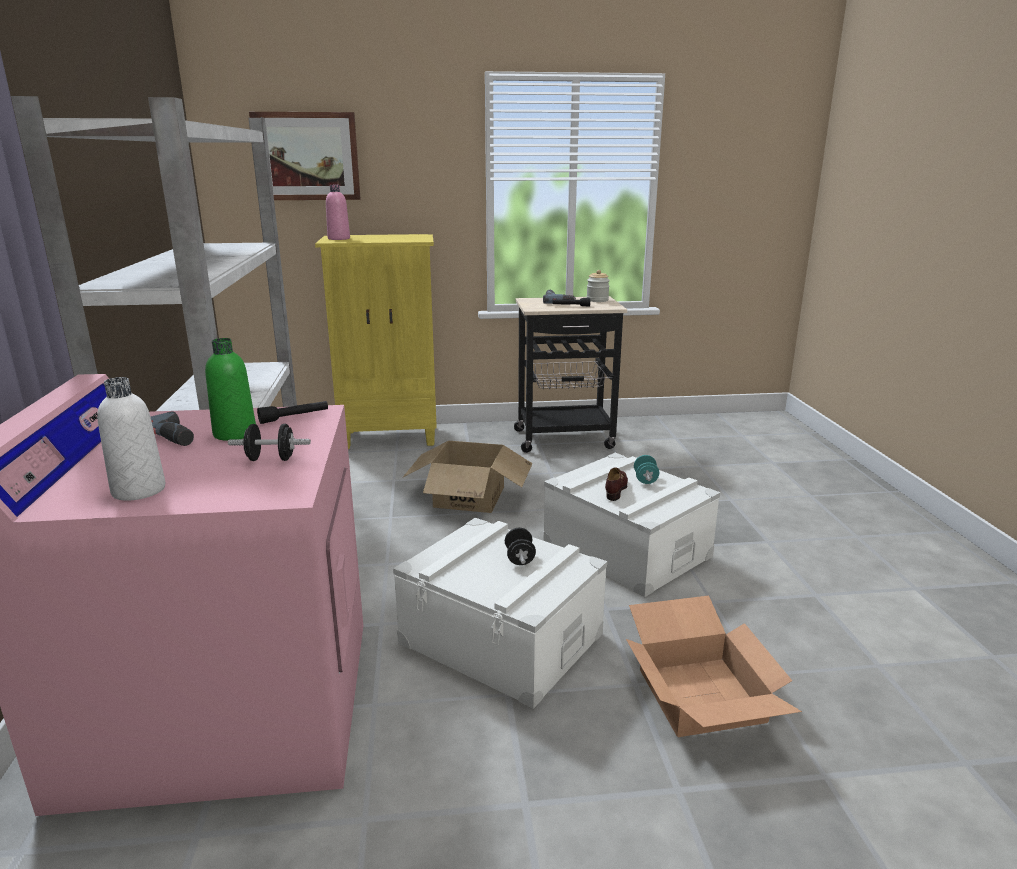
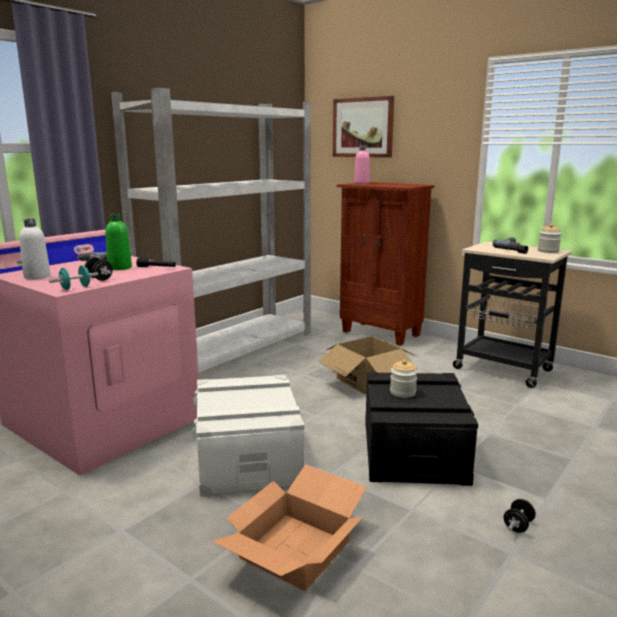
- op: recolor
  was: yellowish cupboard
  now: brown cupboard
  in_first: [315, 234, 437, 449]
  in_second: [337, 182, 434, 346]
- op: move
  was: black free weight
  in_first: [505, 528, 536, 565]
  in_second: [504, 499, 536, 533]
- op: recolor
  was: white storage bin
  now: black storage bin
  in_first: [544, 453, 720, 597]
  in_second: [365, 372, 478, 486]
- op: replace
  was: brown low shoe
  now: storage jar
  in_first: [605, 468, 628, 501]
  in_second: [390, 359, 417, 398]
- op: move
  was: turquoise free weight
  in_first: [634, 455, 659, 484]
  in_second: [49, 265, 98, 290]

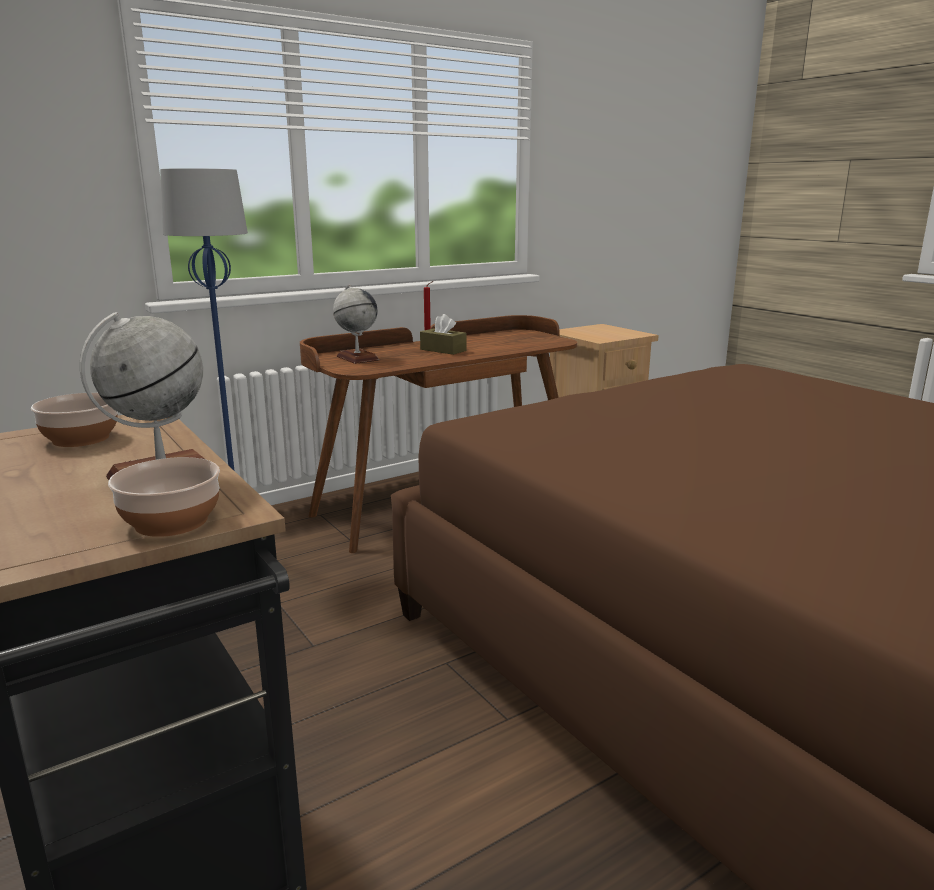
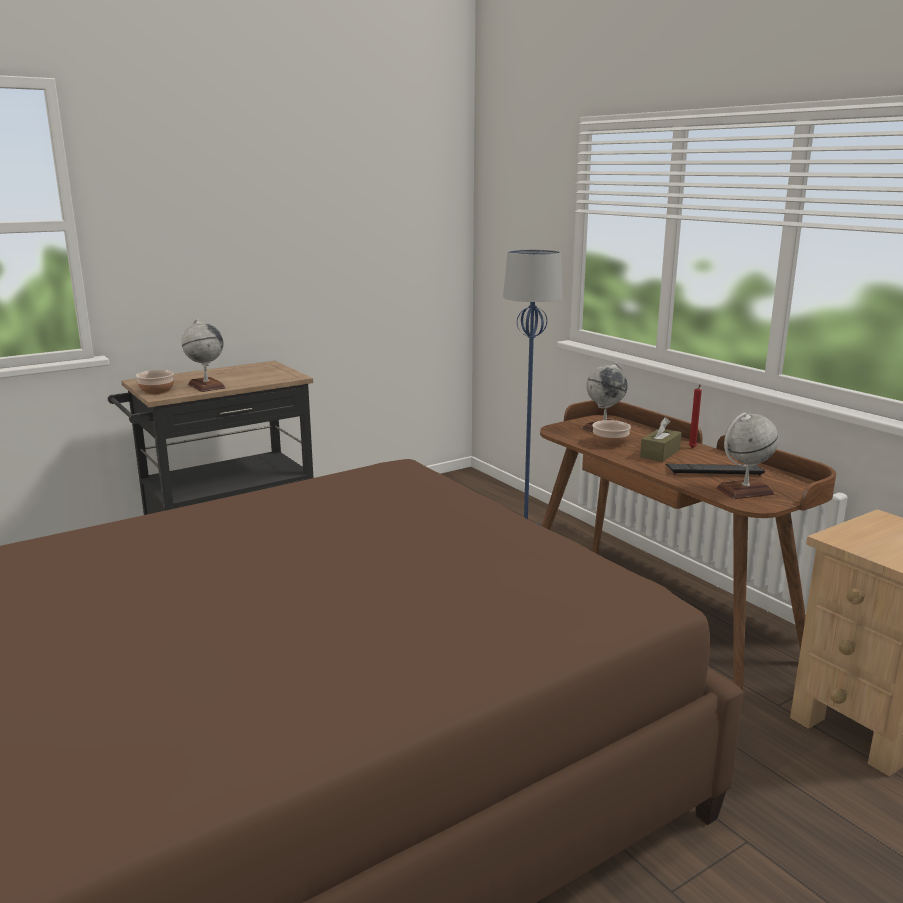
- op: move
  was: serving bowl
  in_first: [31, 393, 118, 447]
  in_second: [592, 420, 631, 447]
- op: insert
  now: computer keyboard
  in_second: [665, 464, 765, 476]
- op: insert
  now: desk globe
  in_second: [716, 412, 779, 499]

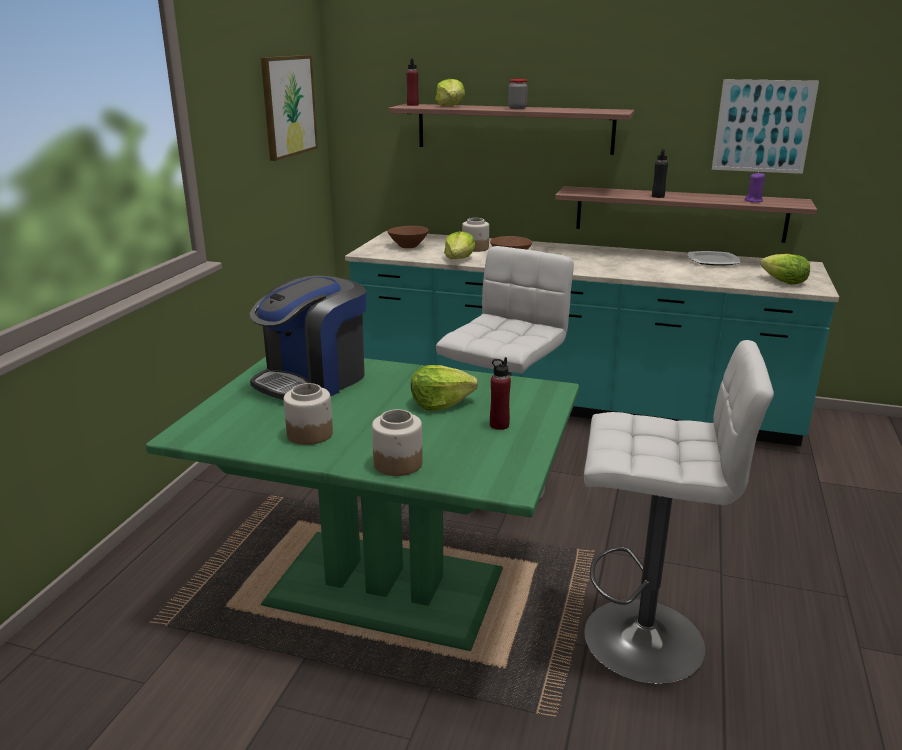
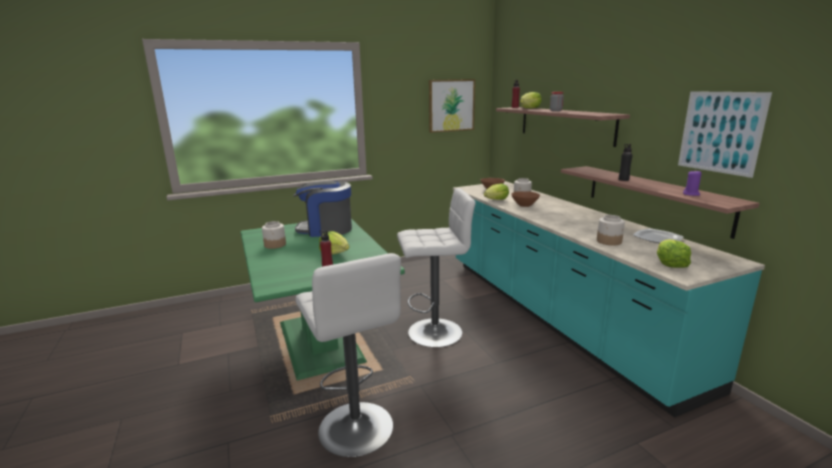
- op: move
  was: storage jar
  in_first: [372, 409, 423, 476]
  in_second: [597, 215, 625, 246]

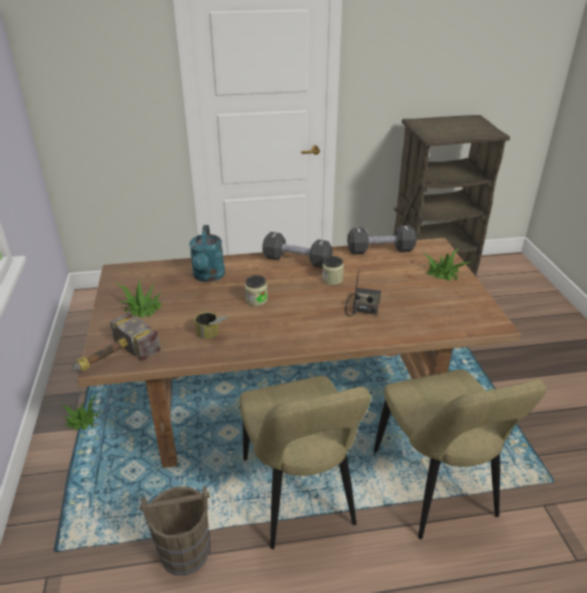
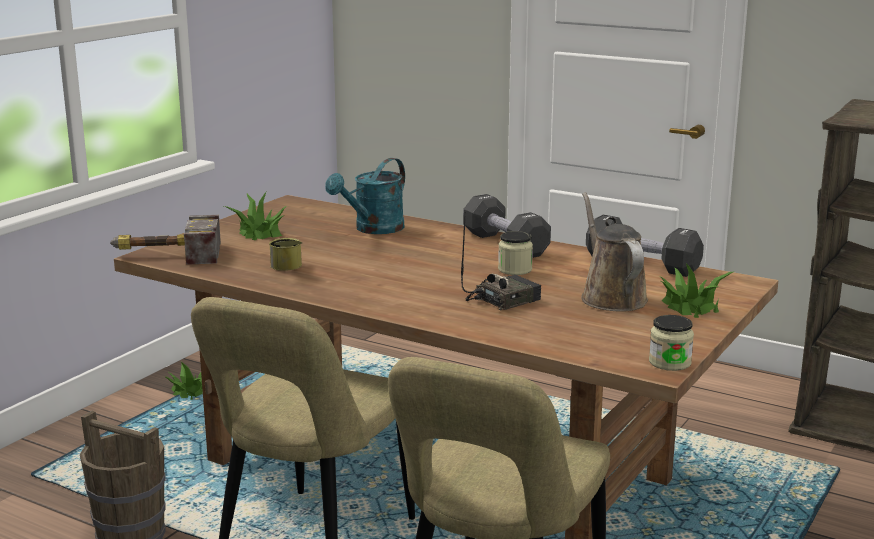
- op: move
  was: storage jar
  in_first: [245, 275, 268, 306]
  in_second: [649, 315, 694, 371]
- op: insert
  now: brown watering can
  in_second: [581, 192, 648, 312]

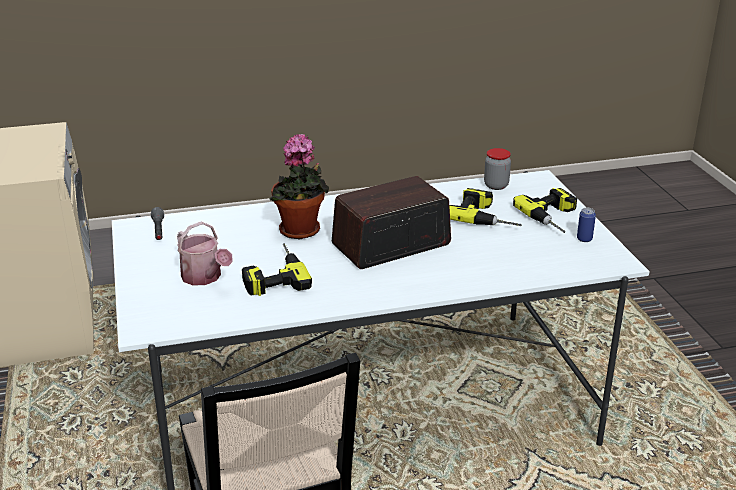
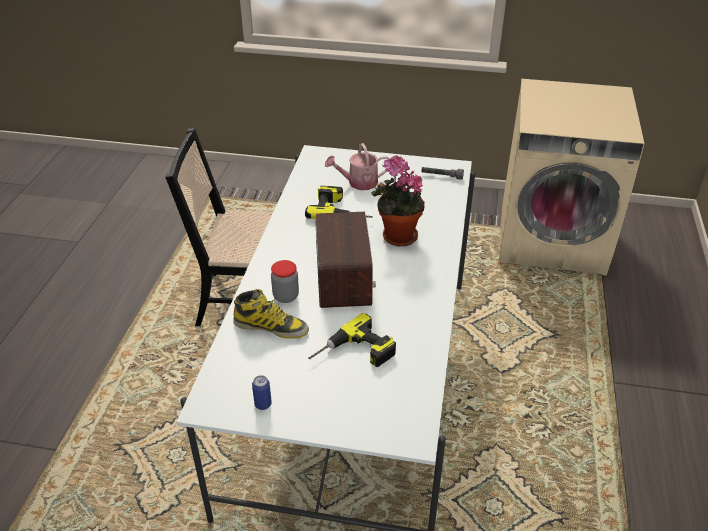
- op: move
  was: storage jar
  in_first: [484, 148, 511, 190]
  in_second: [271, 260, 299, 303]
- op: delete
  was: drill
  in_first: [513, 188, 577, 233]
- op: insert
  now: tall boot
  in_second: [234, 289, 309, 338]

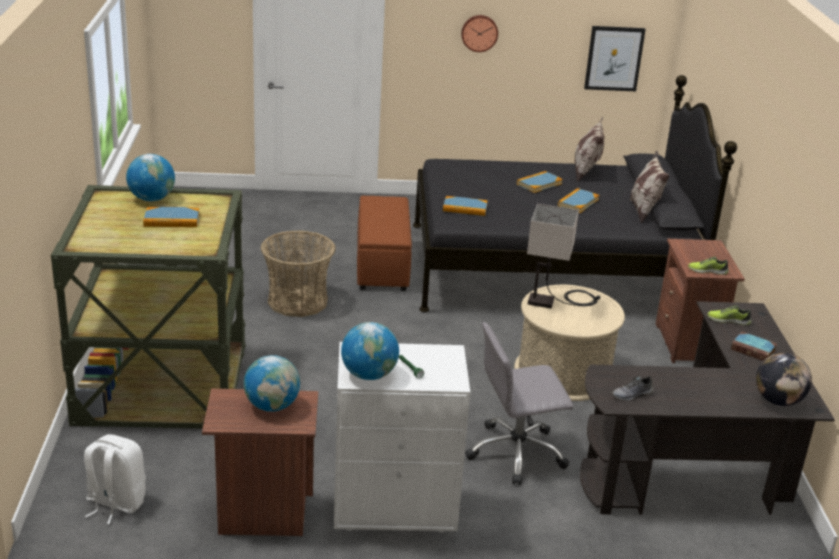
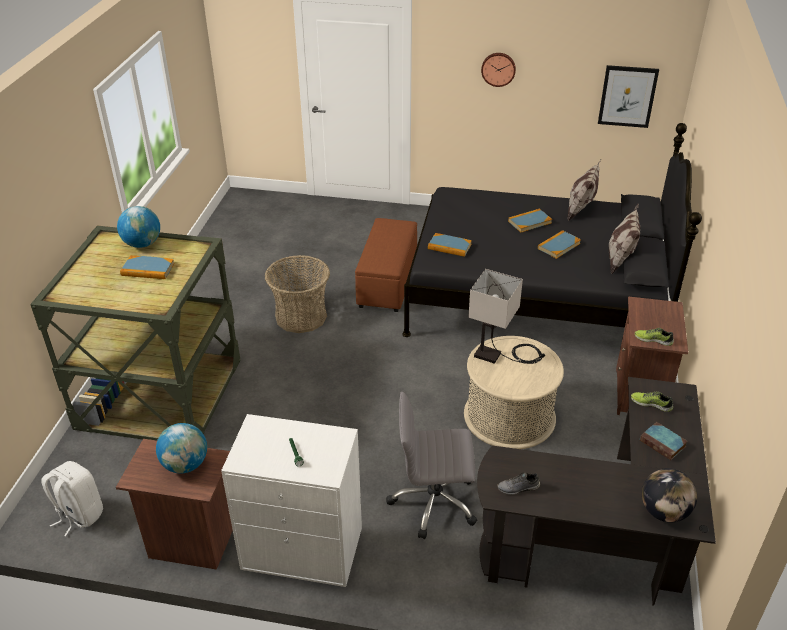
- op: delete
  was: desk globe
  in_first: [341, 322, 399, 380]

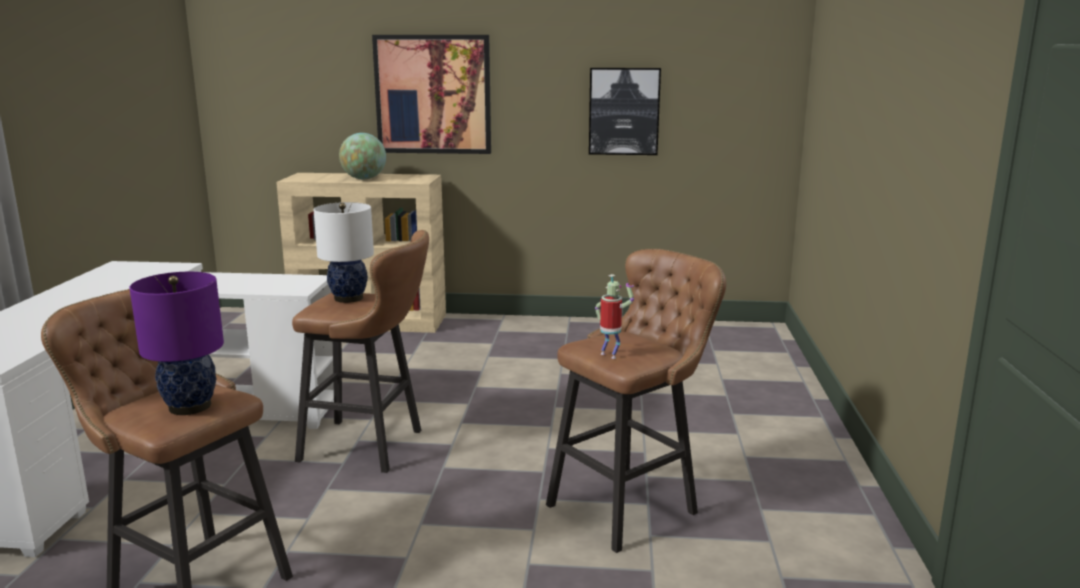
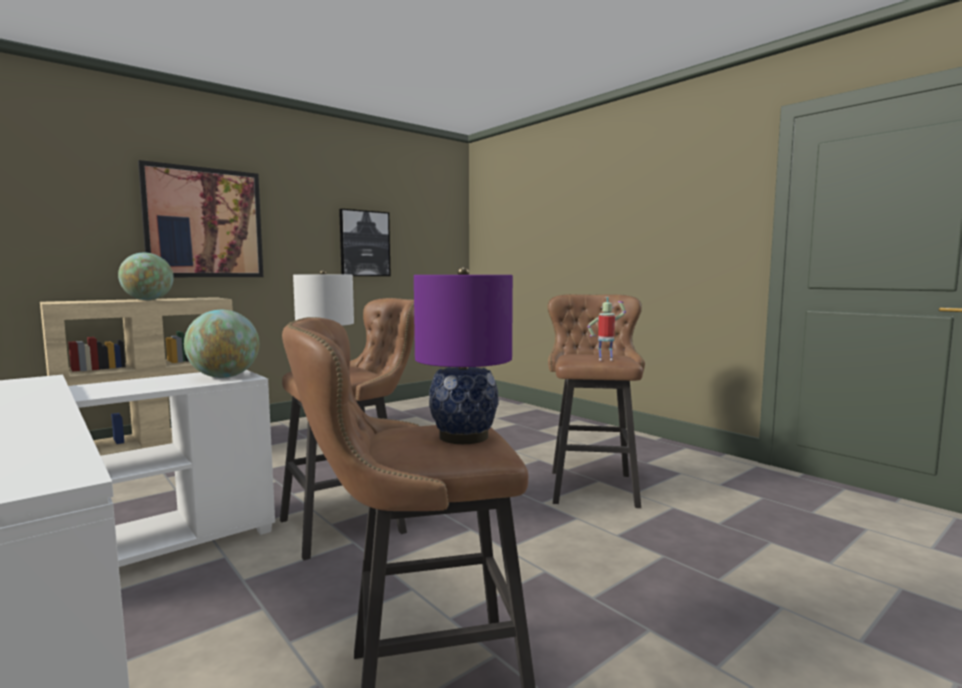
- op: insert
  now: desk globe
  in_second: [184, 310, 259, 378]

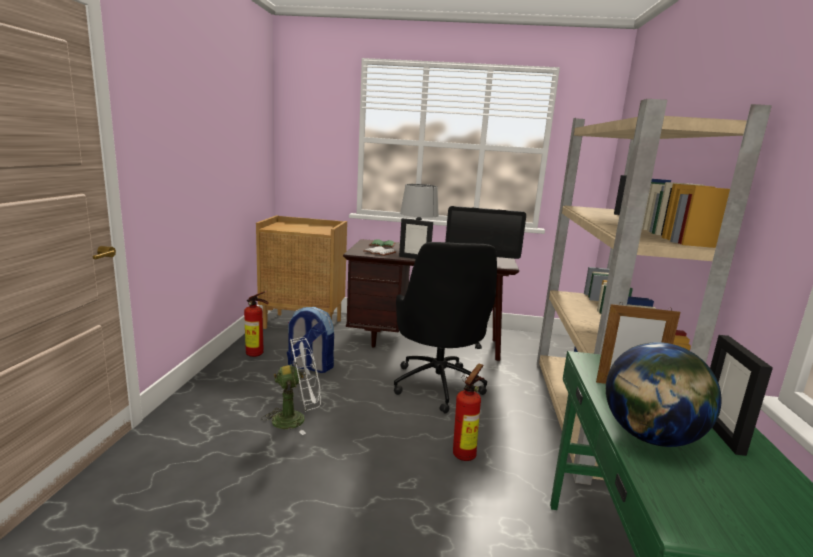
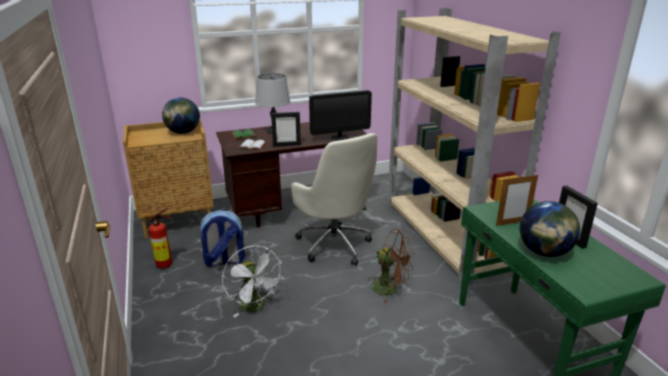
- op: rotate
  was: white cooling fan
  in_first: [261, 337, 321, 435]
  in_second: [222, 246, 283, 317]
  clockwise: 105
- op: recolor
  was: black desk chair
  now: beige-coloured desk chair
  in_first: [394, 242, 497, 414]
  in_second: [291, 133, 377, 265]
- op: replace
  was: extinguisher
  now: brown cooling fan
  in_first: [453, 363, 484, 461]
  in_second: [369, 229, 414, 303]
- op: insert
  now: desk globe
  in_second: [162, 97, 200, 134]

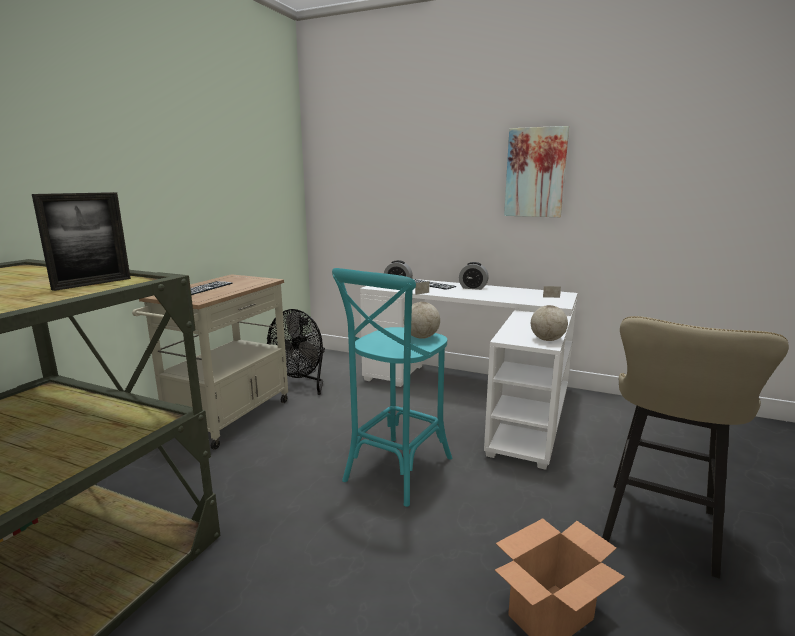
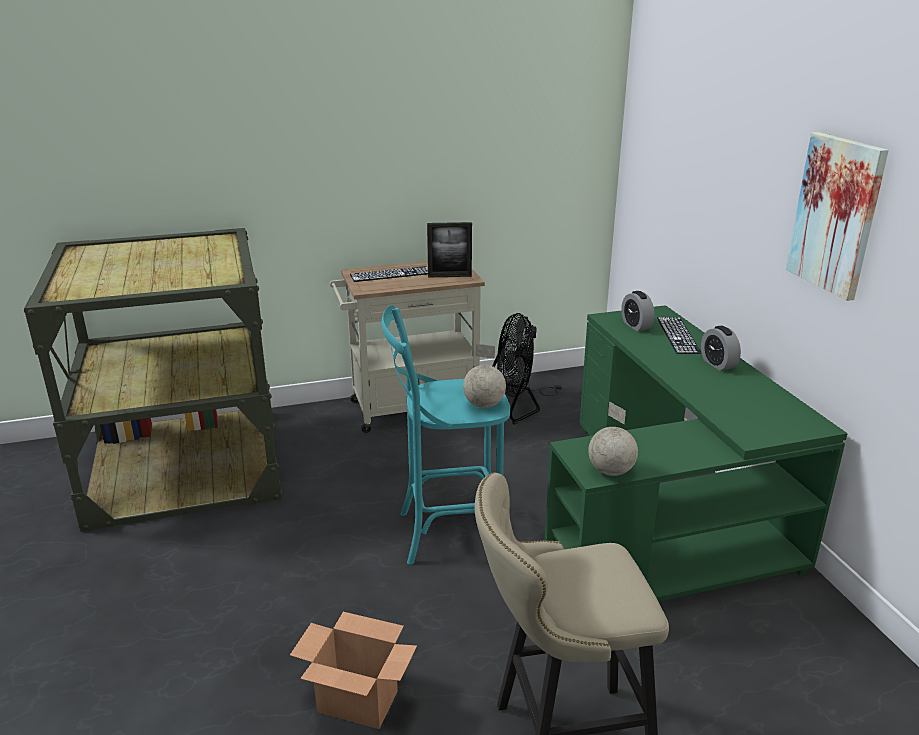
- op: move
  was: photo frame
  in_first: [32, 192, 131, 291]
  in_second: [427, 222, 472, 278]
- op: recolor
  was: white desk
  now: green-coloured desk
  in_first: [360, 279, 578, 470]
  in_second: [545, 305, 848, 602]

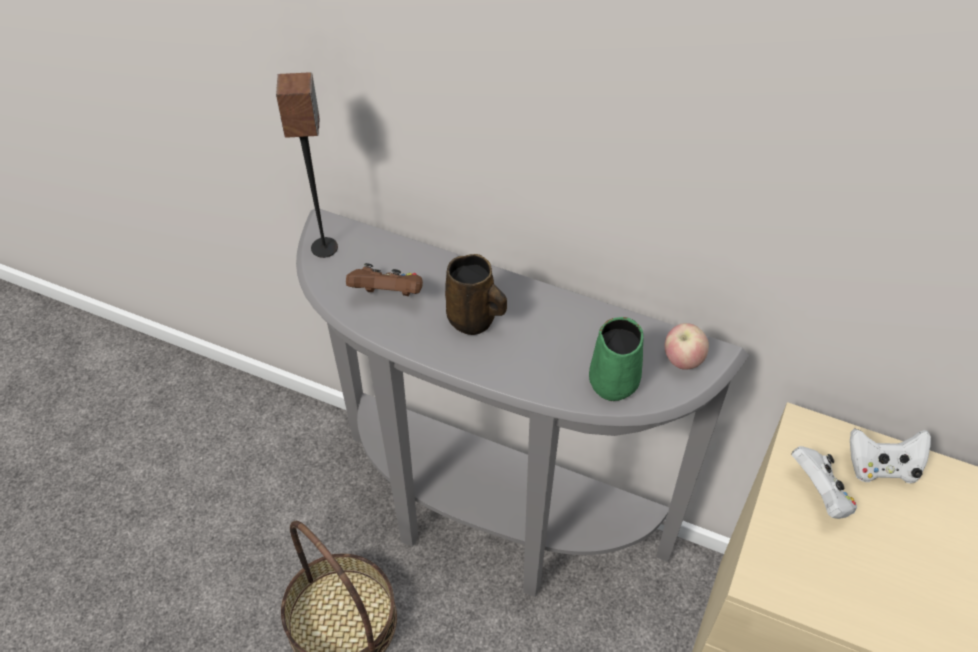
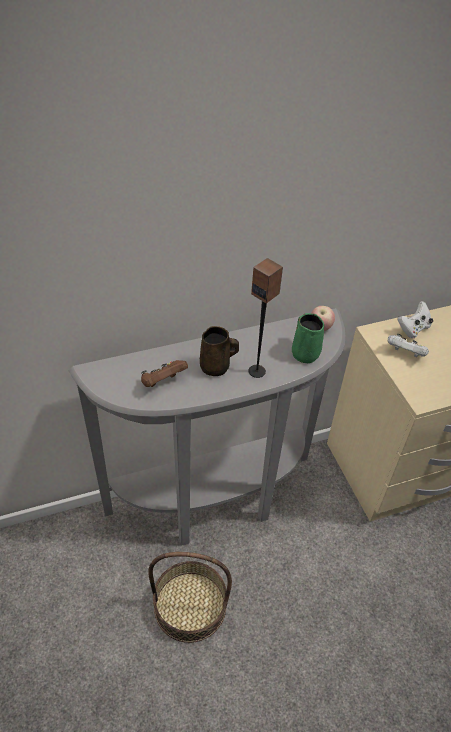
- op: move
  was: audio speaker
  in_first: [276, 72, 338, 258]
  in_second: [249, 258, 283, 378]

